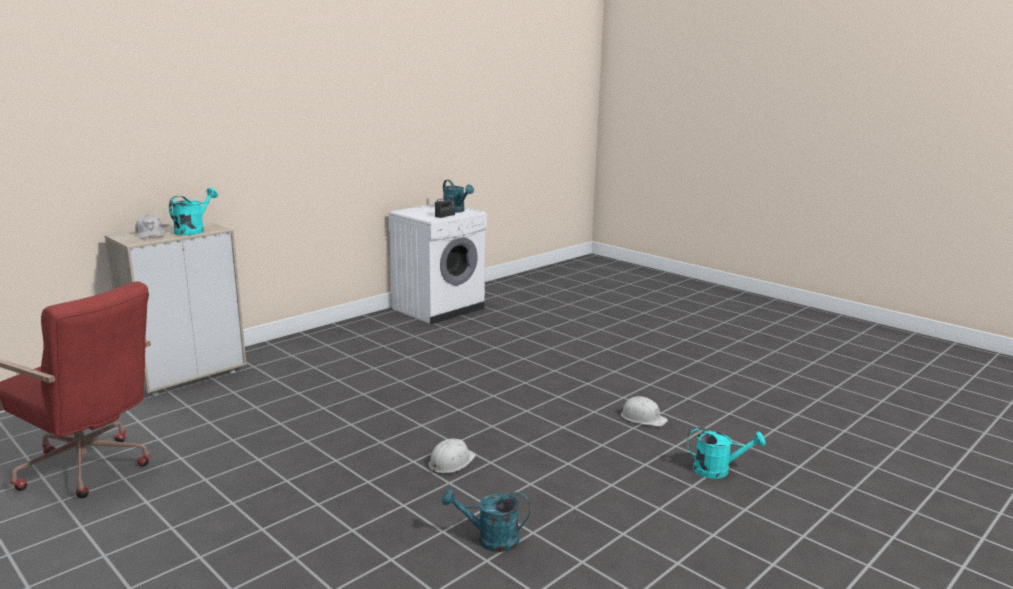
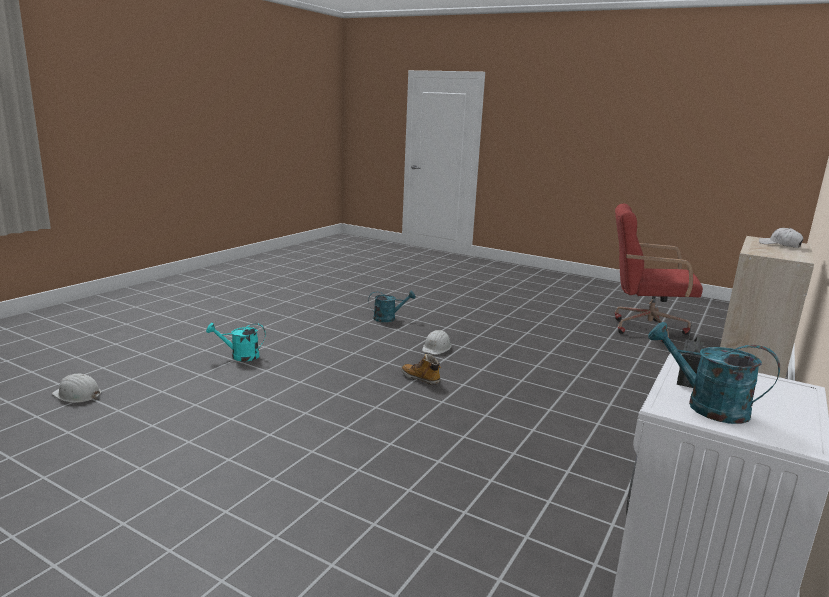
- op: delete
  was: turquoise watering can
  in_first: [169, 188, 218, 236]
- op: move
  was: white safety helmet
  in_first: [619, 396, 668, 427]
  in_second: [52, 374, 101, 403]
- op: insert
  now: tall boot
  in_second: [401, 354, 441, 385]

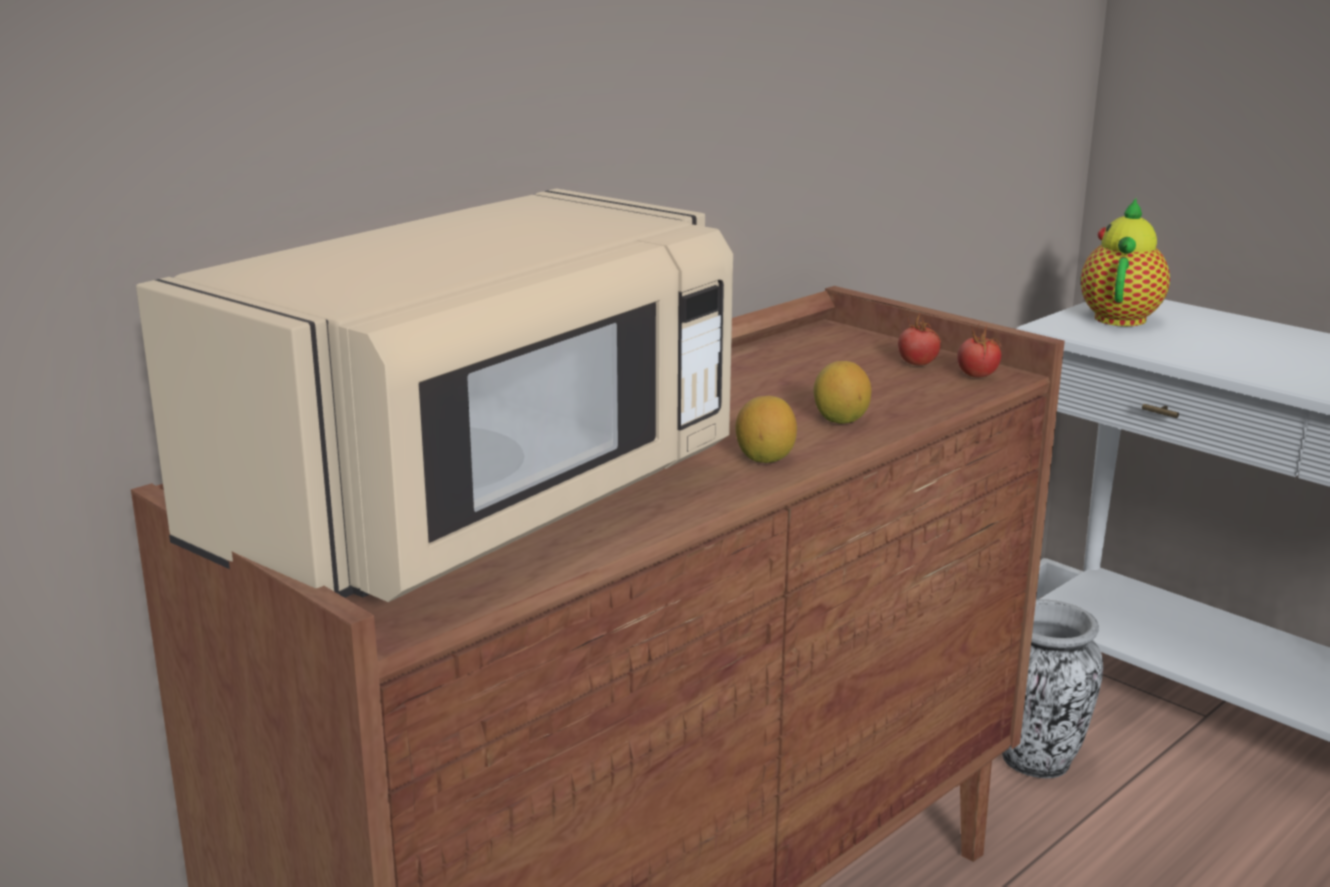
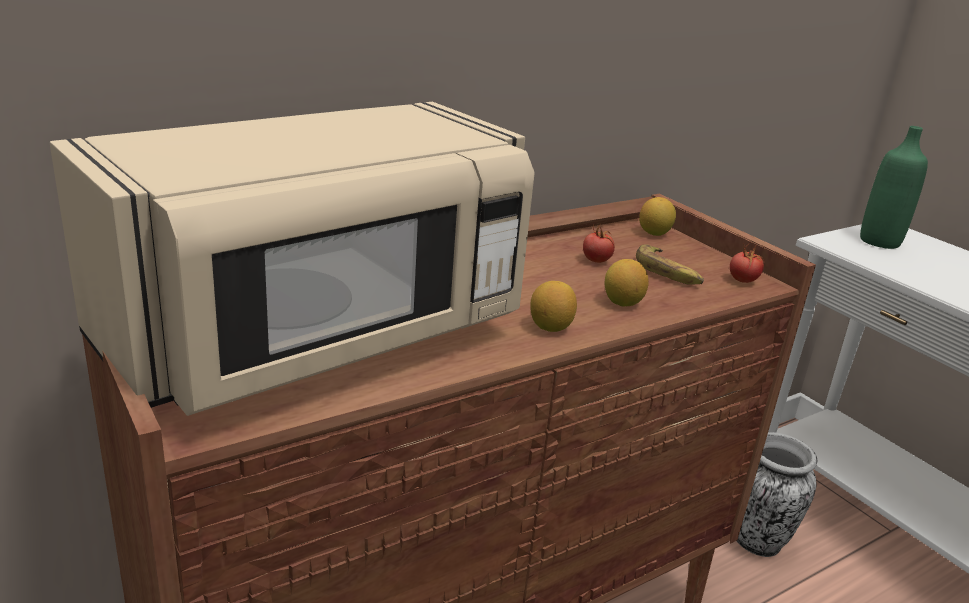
- op: move
  was: fresh tomato
  in_first: [898, 312, 941, 366]
  in_second: [583, 223, 615, 263]
- op: replace
  was: teapot
  now: green-coloured drink bottle
  in_first: [1081, 198, 1170, 326]
  in_second: [860, 126, 928, 249]
- op: insert
  now: whole banana
  in_second: [636, 244, 704, 285]
- op: insert
  now: whole lemon
  in_second: [639, 197, 676, 236]

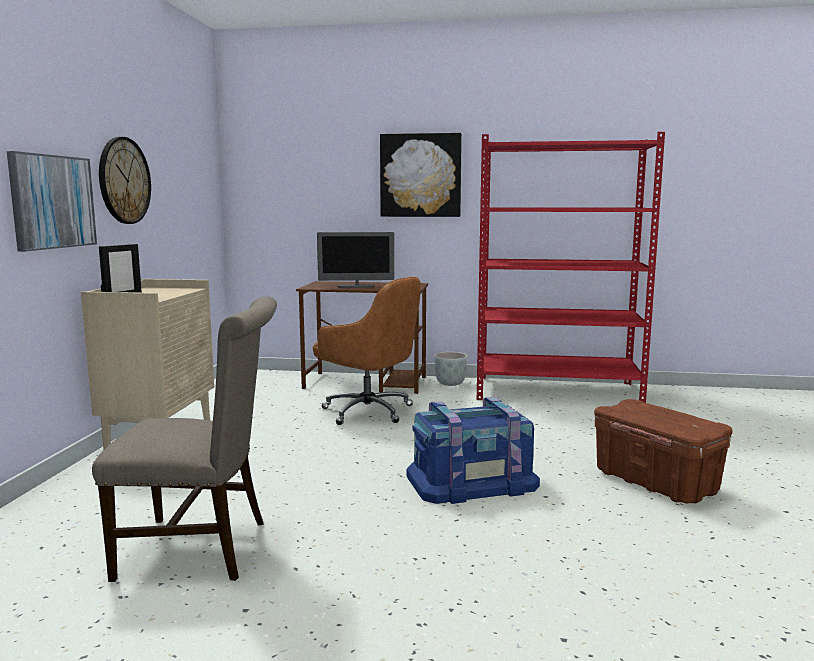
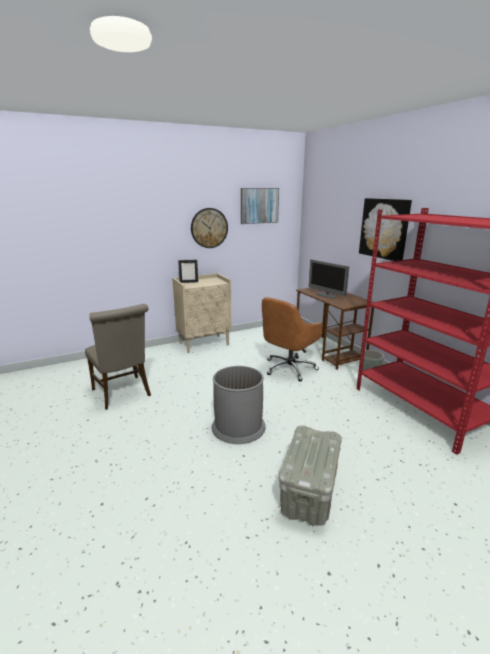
- op: move
  was: picture
  in_first: [7, 151, 97, 252]
  in_second: [241, 188, 279, 224]
- op: rotate
  was: brown desk chair
  in_first: [312, 277, 421, 425]
  in_second: [262, 297, 323, 381]
  clockwise: 45
- op: replace
  was: bluish storage bin
  now: greyish waste bin
  in_first: [406, 397, 540, 504]
  in_second: [212, 366, 266, 444]
- op: recolor
  was: brown storage bin
  now: greyish storage bin
  in_first: [594, 399, 733, 503]
  in_second: [279, 426, 342, 526]

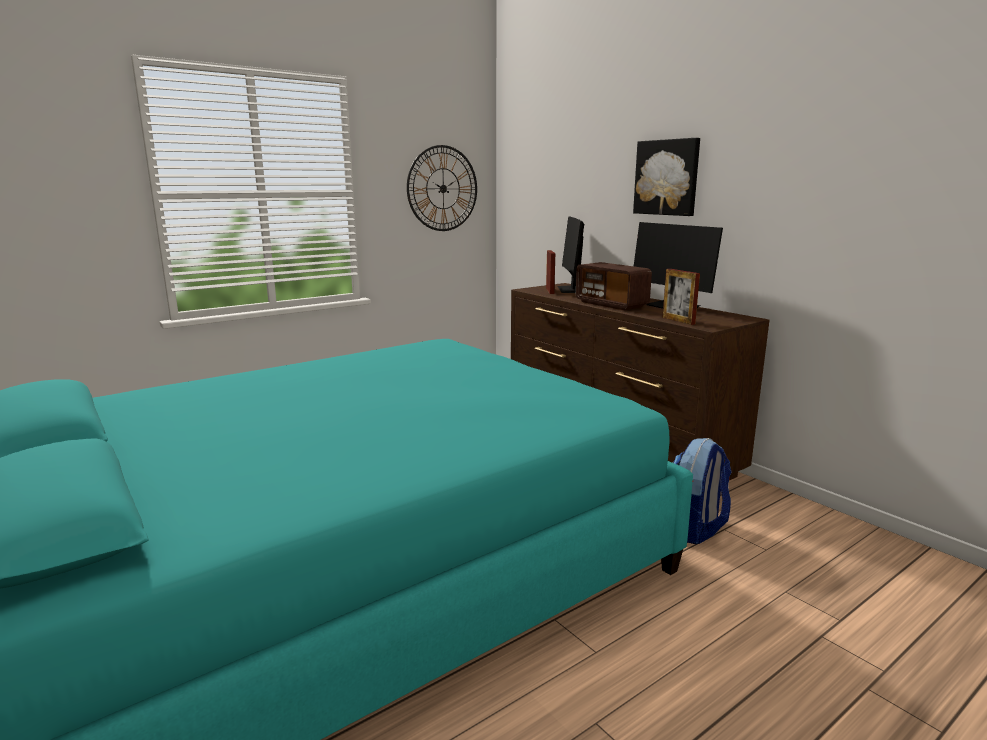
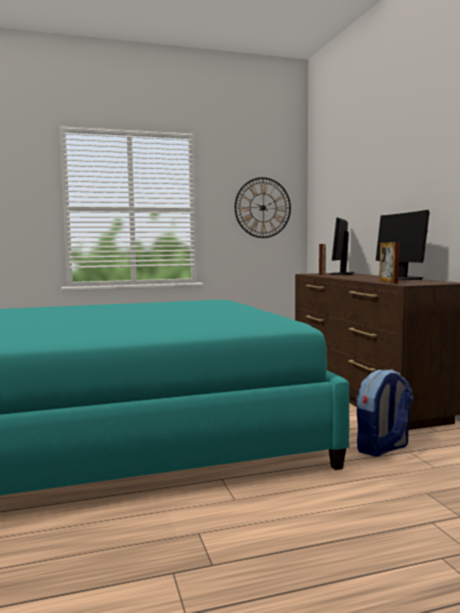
- op: delete
  was: radio
  in_first: [576, 262, 652, 310]
- op: delete
  was: picture
  in_first: [633, 138, 700, 216]

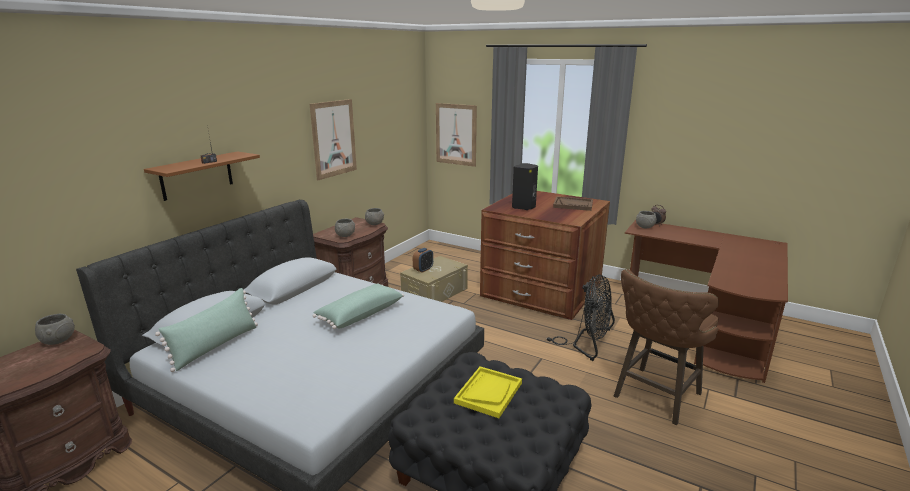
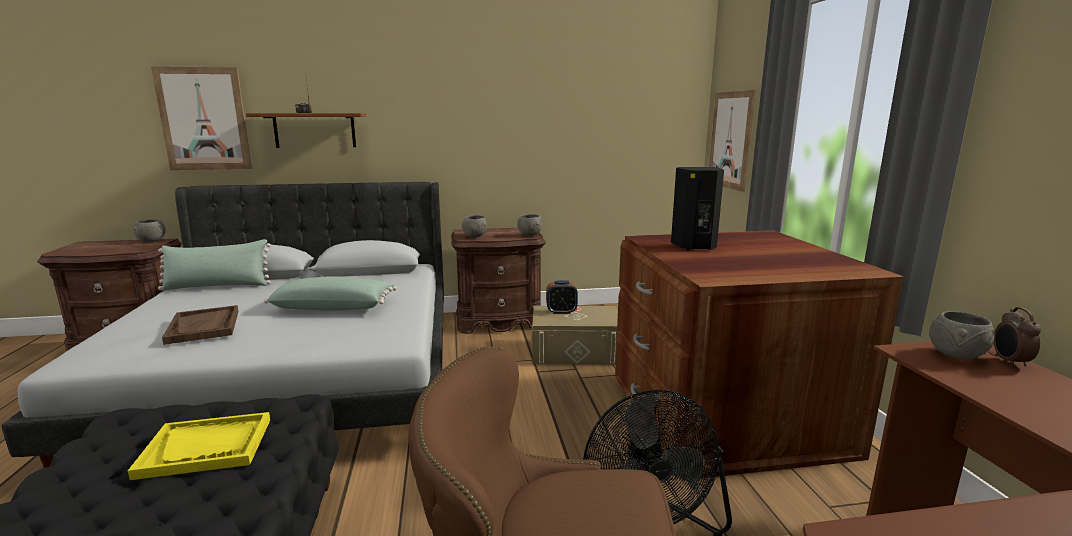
- op: move
  was: picture
  in_first: [310, 99, 357, 180]
  in_second: [151, 66, 252, 170]
- op: move
  was: brown tray
  in_first: [553, 196, 593, 211]
  in_second: [162, 305, 239, 345]

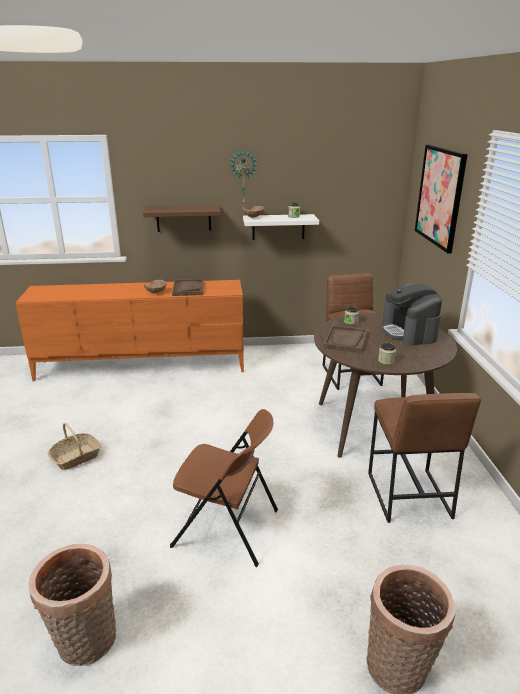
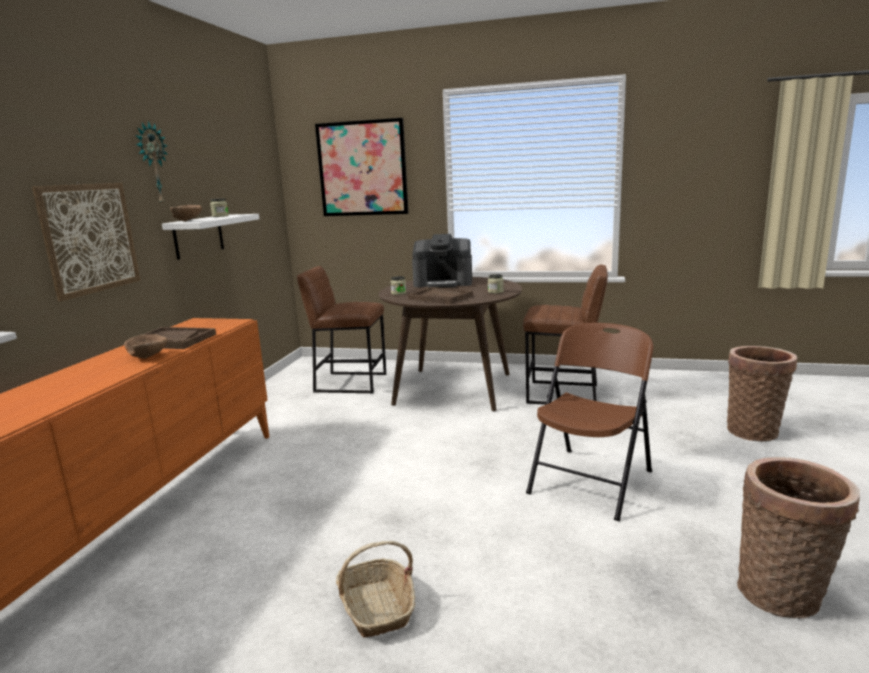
- op: replace
  was: brown wall shelf
  now: picture
  in_first: [143, 205, 221, 232]
  in_second: [32, 182, 140, 301]

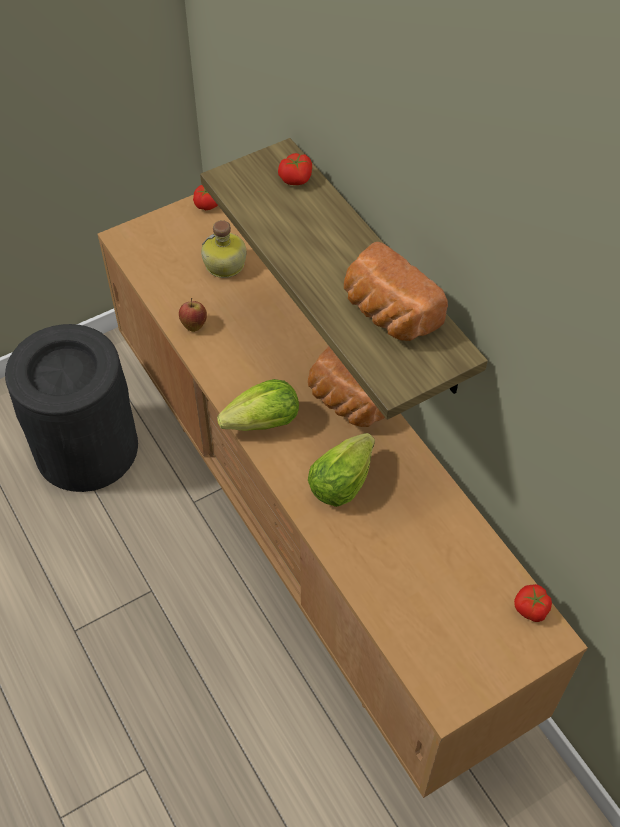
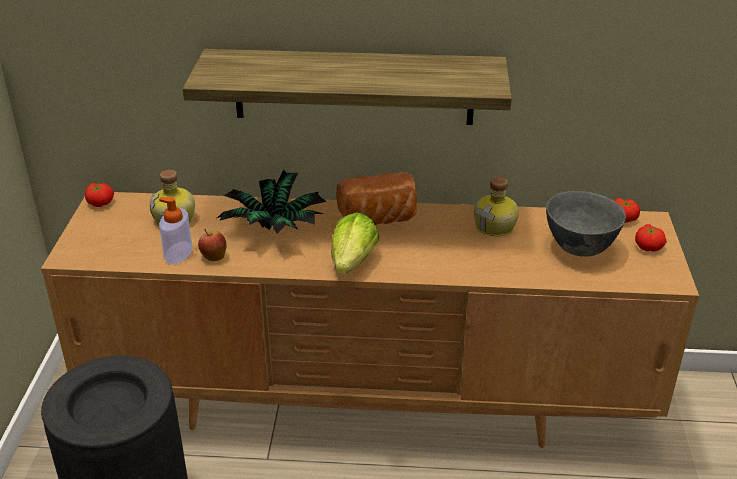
- op: move
  was: fresh tomato
  in_first: [278, 153, 312, 185]
  in_second: [635, 224, 667, 252]
- op: delete
  was: lettuce head
  in_first: [308, 433, 375, 507]
- op: delete
  was: baked bread
  in_first: [344, 242, 448, 341]
- op: insert
  now: soap bottle
  in_second: [159, 197, 192, 264]
- op: insert
  now: potted plant
  in_second: [217, 170, 326, 233]
- op: insert
  now: drink bottle
  in_second: [474, 177, 519, 236]
- op: insert
  now: greyish serving bowl
  in_second: [546, 191, 626, 257]

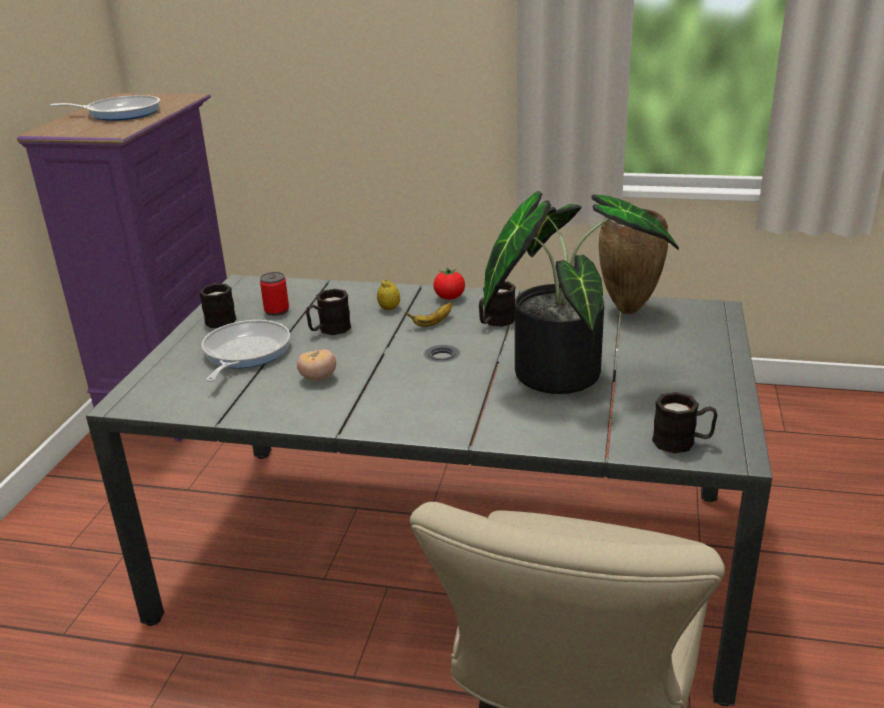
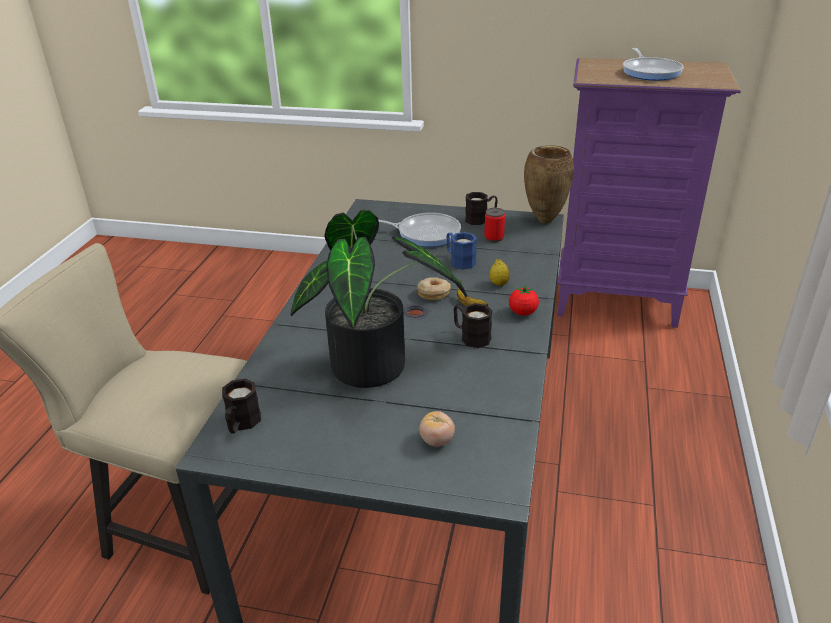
- op: move
  was: fresh tomato
  in_first: [297, 349, 336, 381]
  in_second: [419, 411, 455, 447]
- op: recolor
  was: black coffee mug
  now: bluish coffee mug
  in_first: [306, 289, 351, 335]
  in_second: [446, 232, 477, 270]
- op: move
  was: brown flower vase
  in_first: [599, 209, 668, 314]
  in_second: [524, 145, 574, 223]
- op: insert
  now: donut
  in_second: [417, 278, 451, 300]

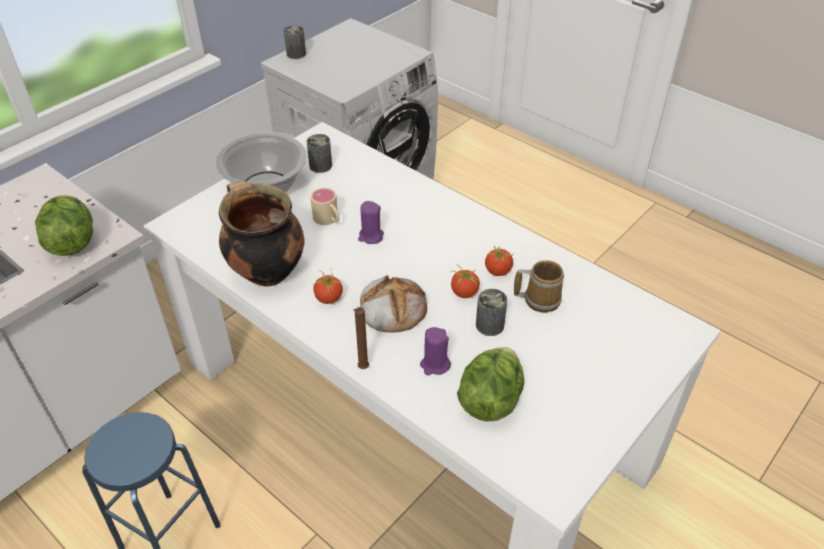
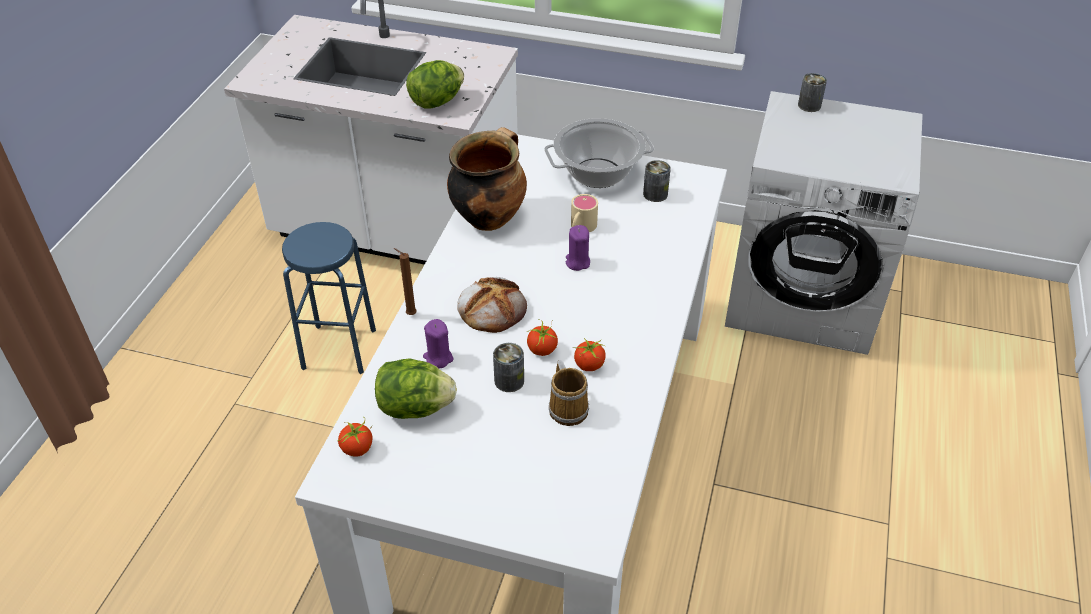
- op: move
  was: fresh tomato
  in_first: [314, 270, 343, 304]
  in_second: [338, 417, 373, 457]

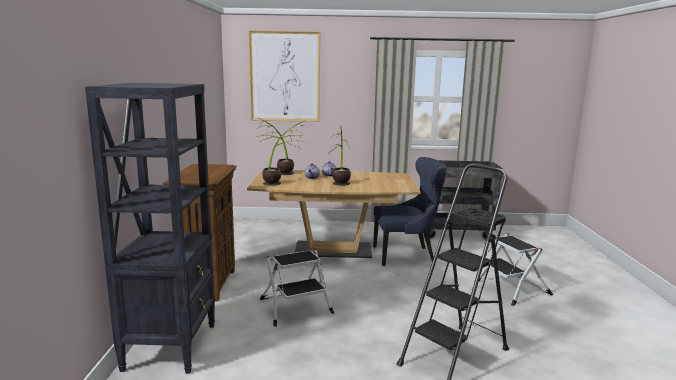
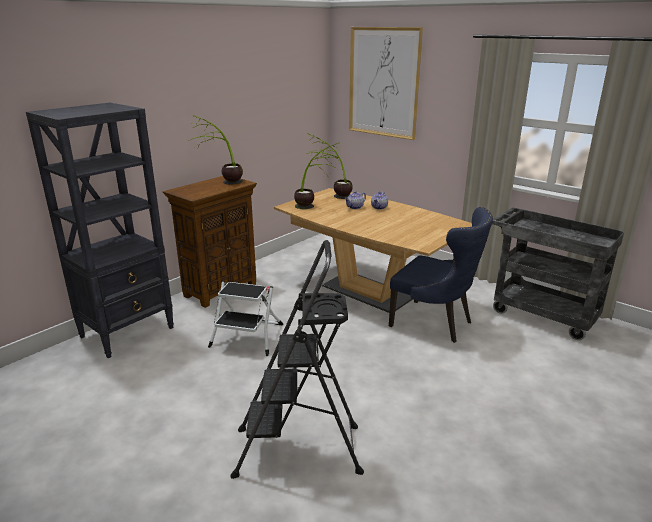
- op: move
  was: potted plant
  in_first: [328, 128, 351, 186]
  in_second: [189, 115, 243, 185]
- op: delete
  was: step stool
  in_first: [479, 233, 553, 306]

